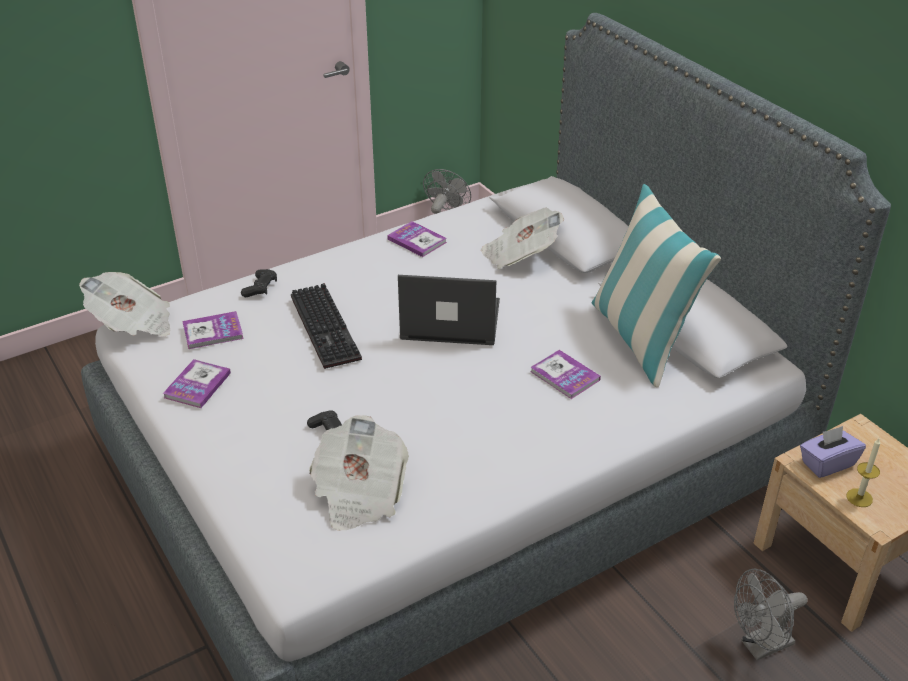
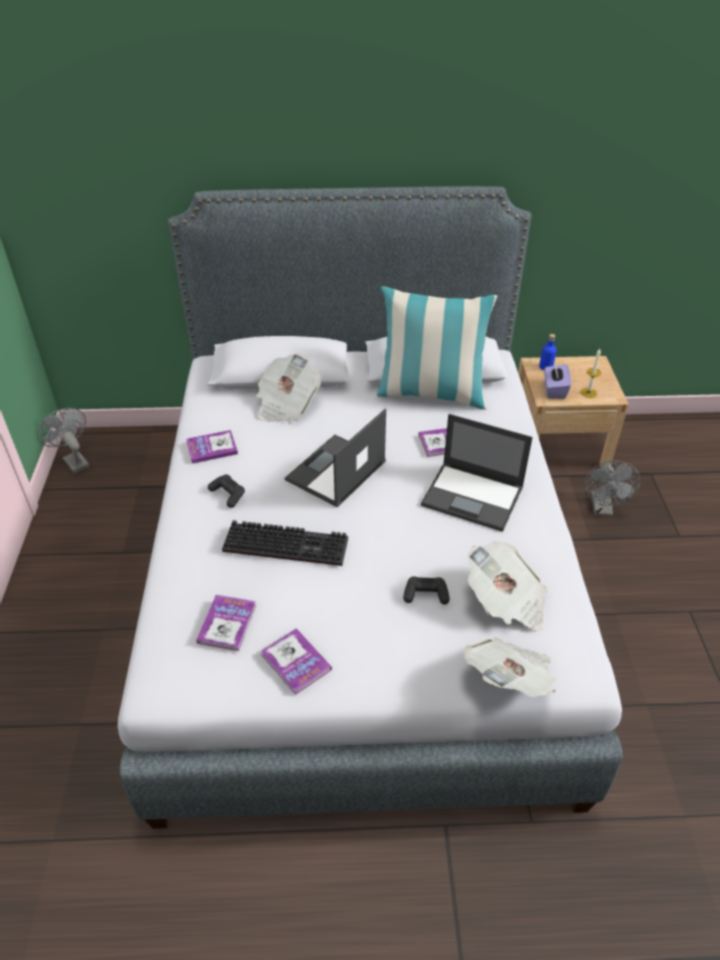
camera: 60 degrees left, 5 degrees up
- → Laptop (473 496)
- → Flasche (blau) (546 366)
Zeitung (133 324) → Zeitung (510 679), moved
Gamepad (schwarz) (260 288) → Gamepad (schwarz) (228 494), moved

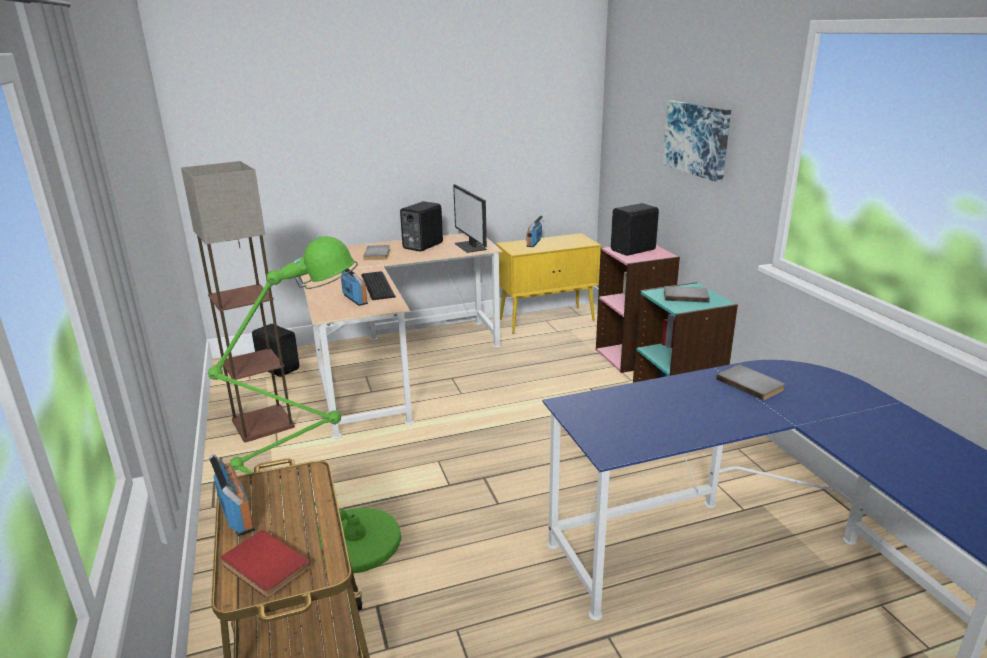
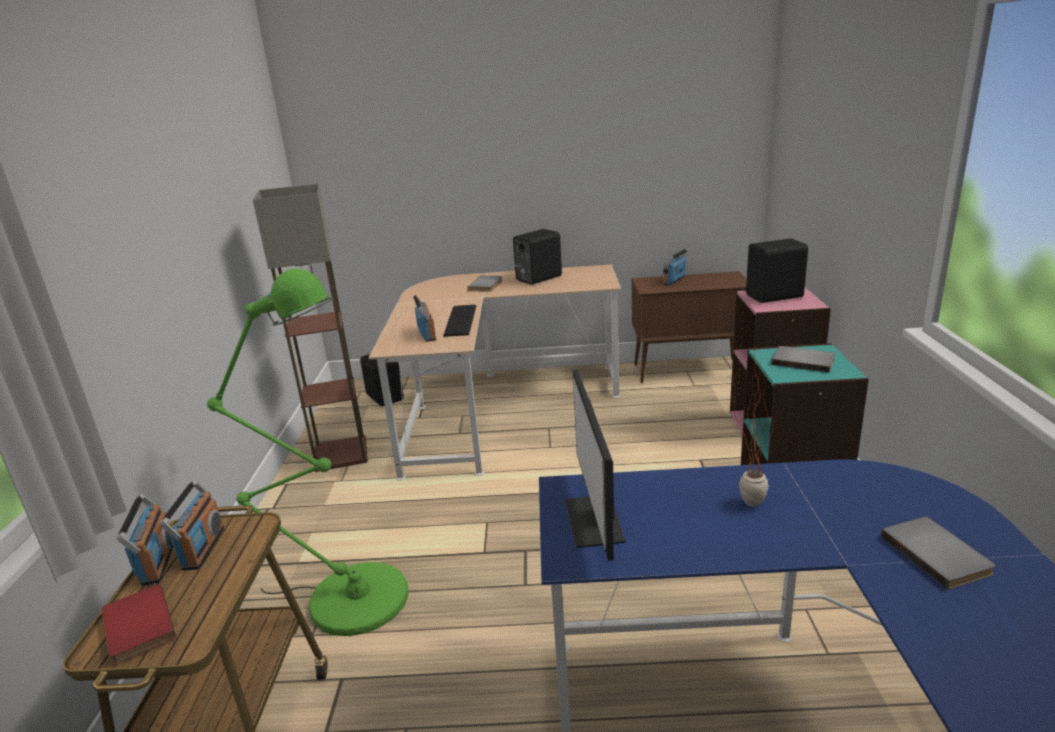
camera: 20 degrees right, 0 degrees up
Bild (697 139) → -
- → Radio (202 548)
- → Topfpflanze (746 499)
Monitor (471 246) → Monitor (595 521), moved
Buch (grau) (751 384) → Buch (grau) (938 554), moved
Schrank (gelb) (547 320) → Schrank (braun) (689 370)

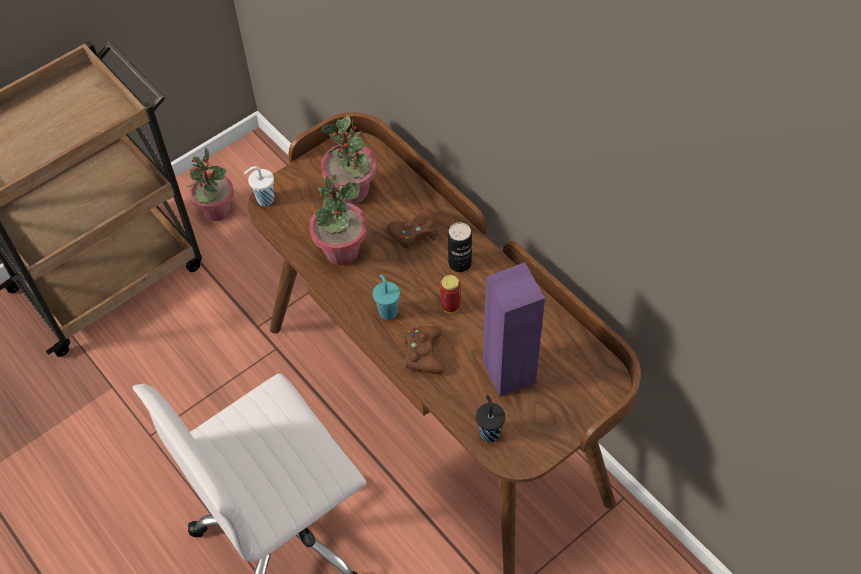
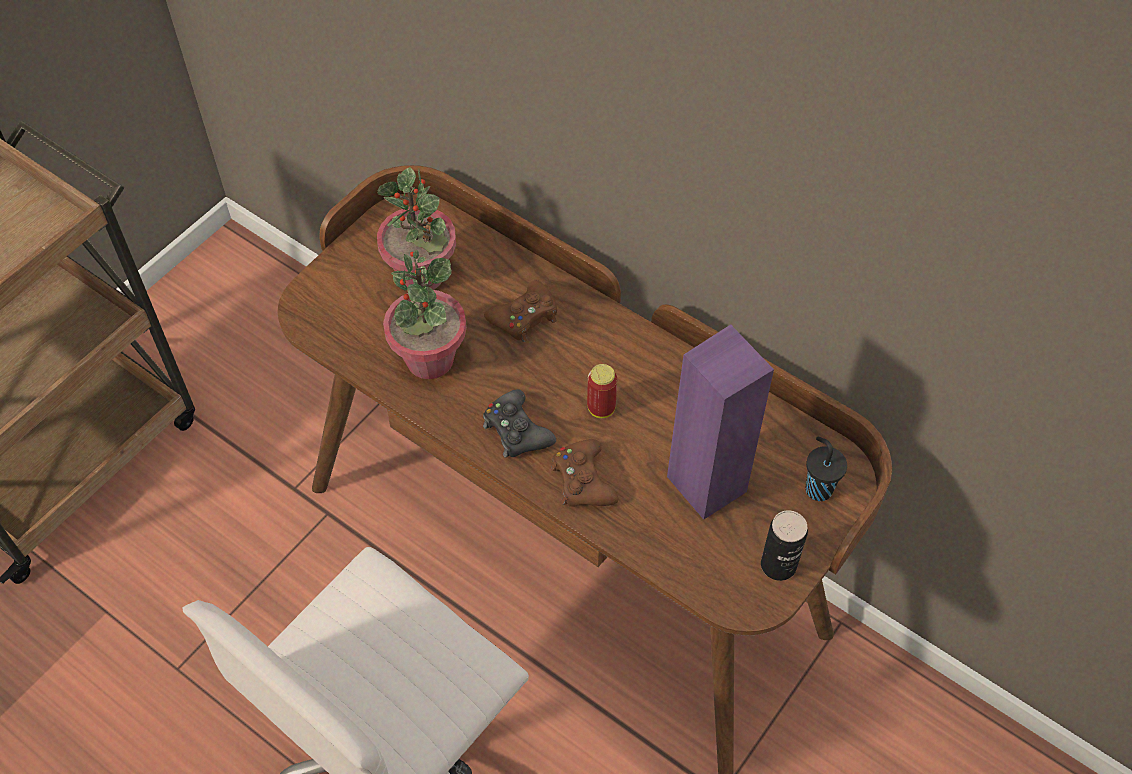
camera: 15 degrees left, 0 degrees up
Topfpflanze (217 211) → -
Tasse (weiß) (264 199) → -
Dose (460 263) → Dose (778 565), moved
Tasse (schwarz) (489 432) → Tasse (schwarz) (817 488), moved
Tasse (türkis) (387 311) → Gamepad (schwarz) (516 431)

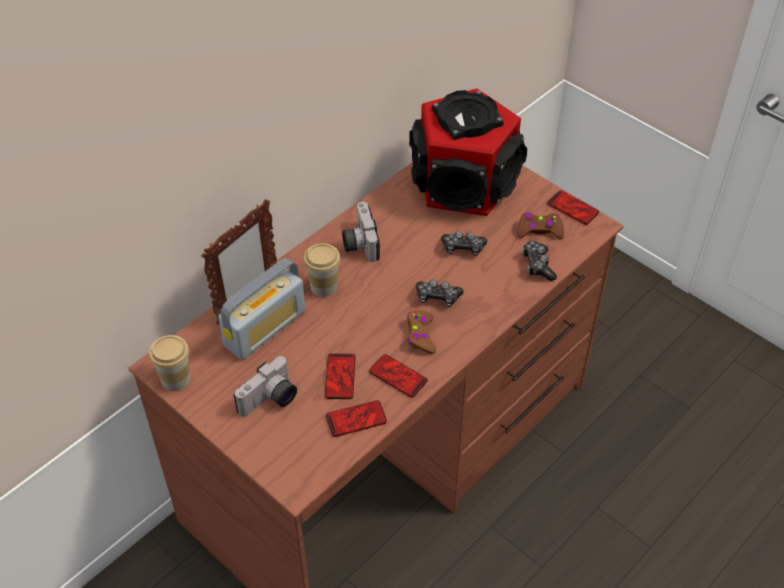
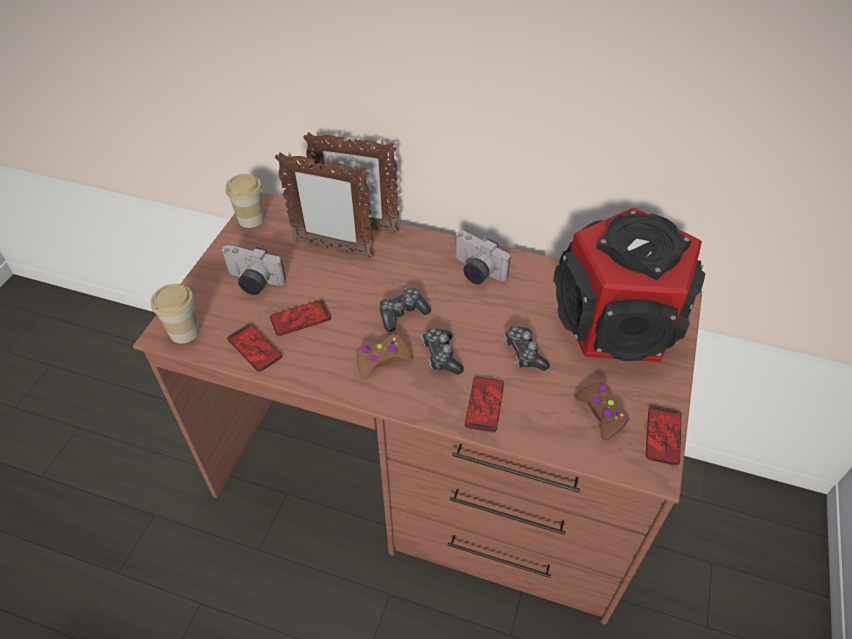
camera: 65 degrees right, 0 degrees up
Tasse (324 286) → Tasse (184 331), moved
Handy (398 376) → Handy (484 404), moved
Gamepad (537 265) → Gamepad (402 314), moved
Radio (265 328) → Bilderrahmen (332 249)
Kamera (359 242) → Kamera (475 271), 105 degrees counterclockwise

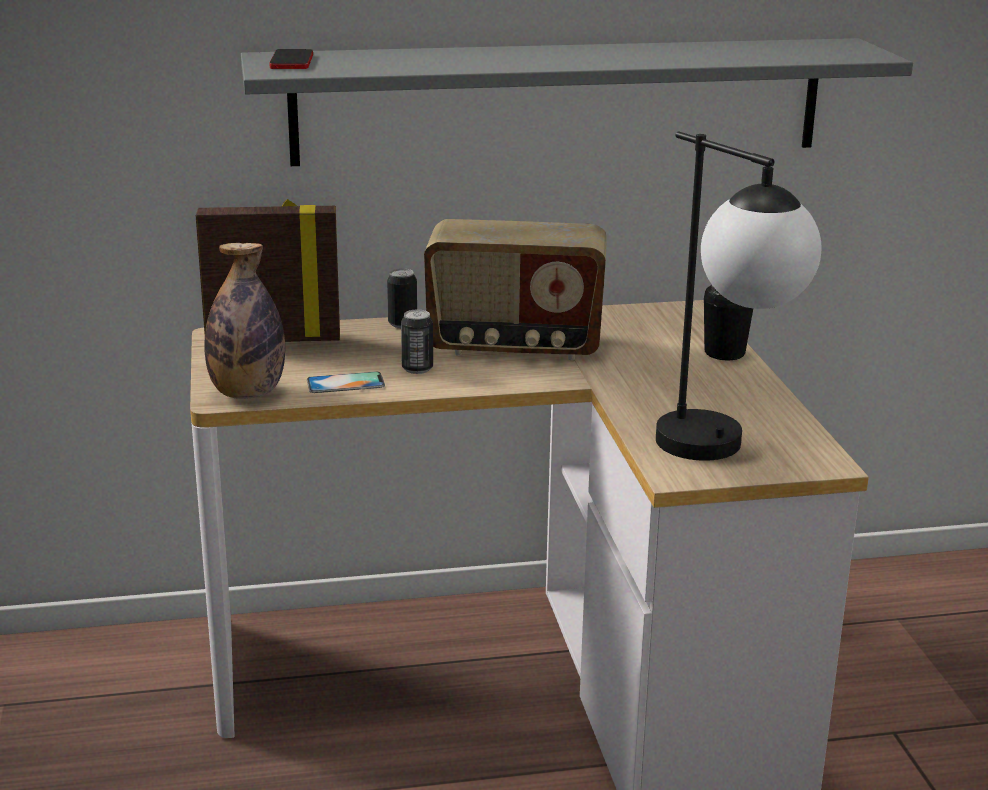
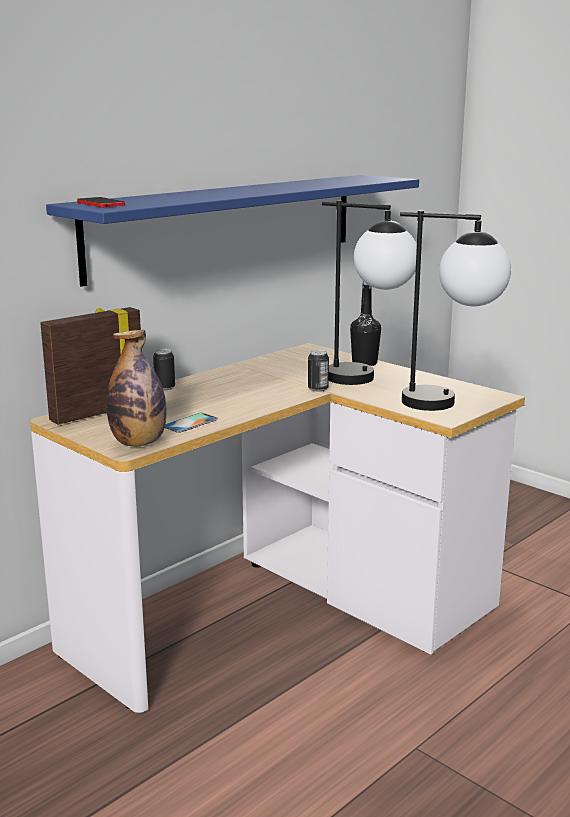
camera: 35 degrees left, 5 degrees down
Radio (515 346) → -
- → Tischlampe (368 380)
Dose (417 369) → Dose (318 389), moved
Wandregal (grau) (559 101) → Wandregal (blau) (228 224)

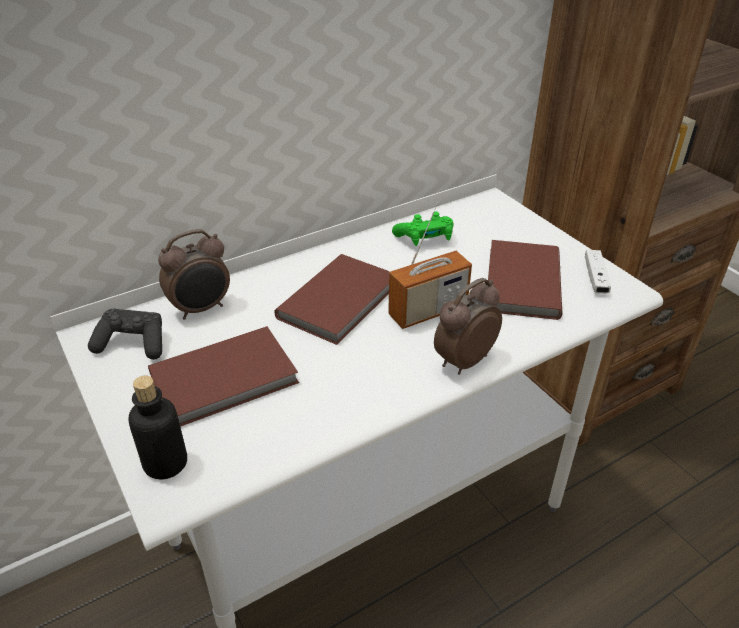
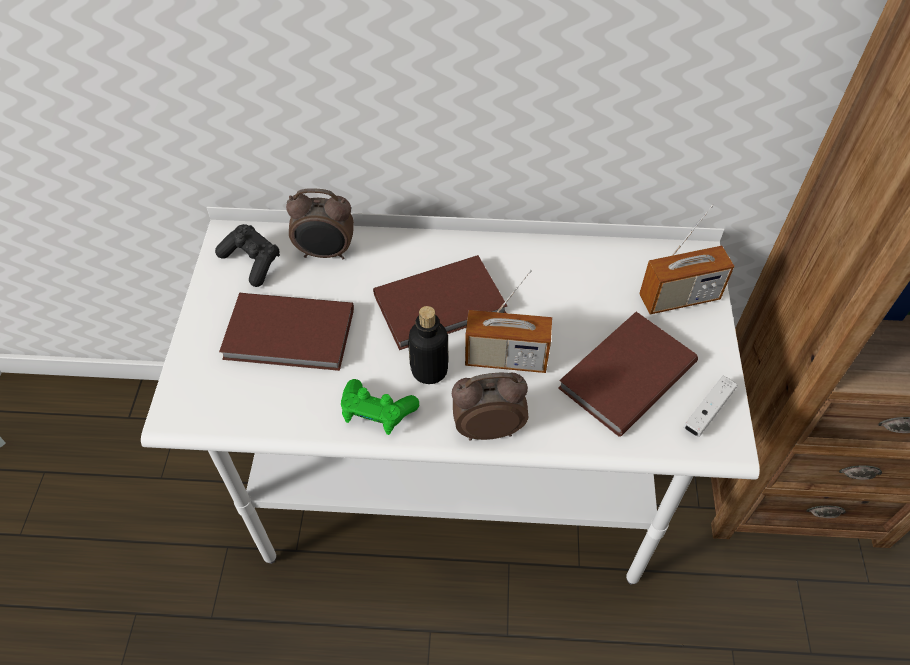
camera: 35 degrees right, 15 degrees up
- → Radio (679 298)
Flasche (165 463) → Flasche (429 370), moved
Gamepad (grün) (425 239) → Gamepad (grün) (377 413), moved

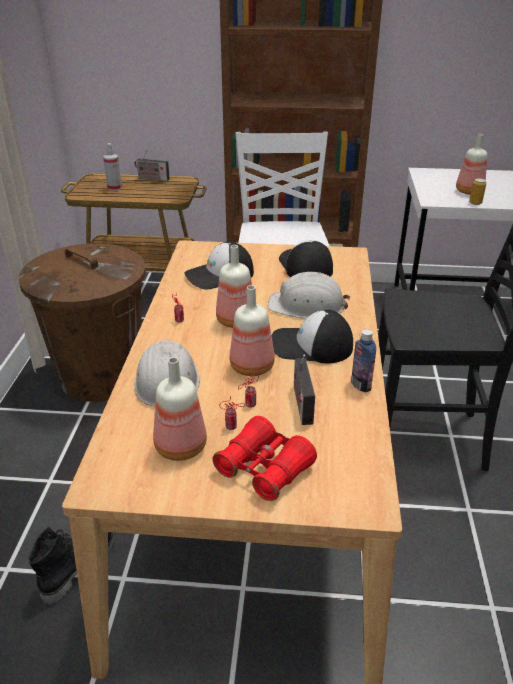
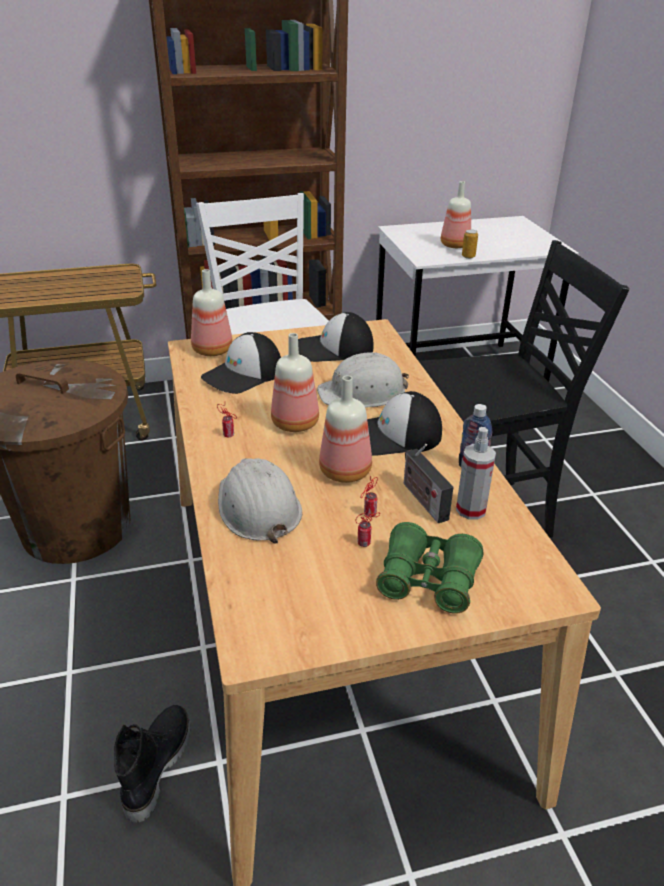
camera: 20 degrees left, 0 degrees up
Radio (152 179) → -
Sprühflasche (114 188) → Sprühflasche (471 510), moved
Flasche (181 448) → Flasche (213 351), moved
Fernglas (rot) (264 468) → Fernglas (grün) (428 580)
Kappe (305 266) → Kappe (333 349), 60 degrees counterclockwise

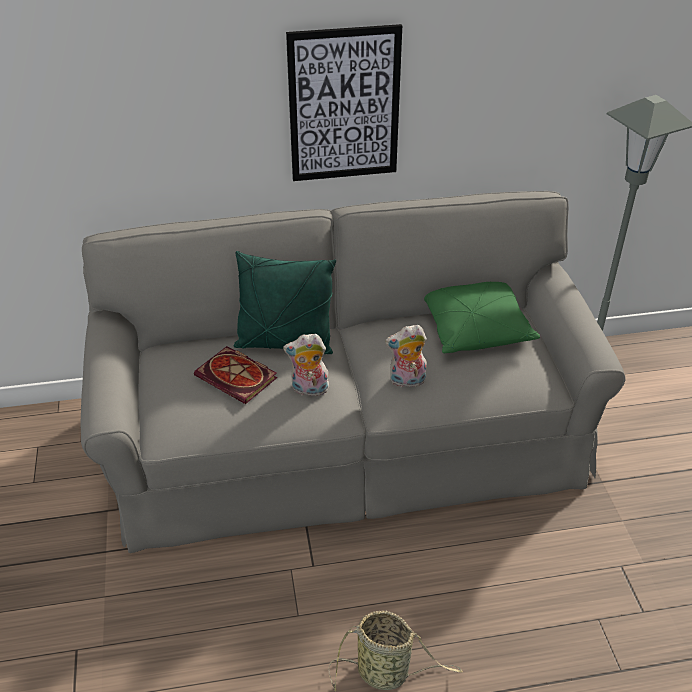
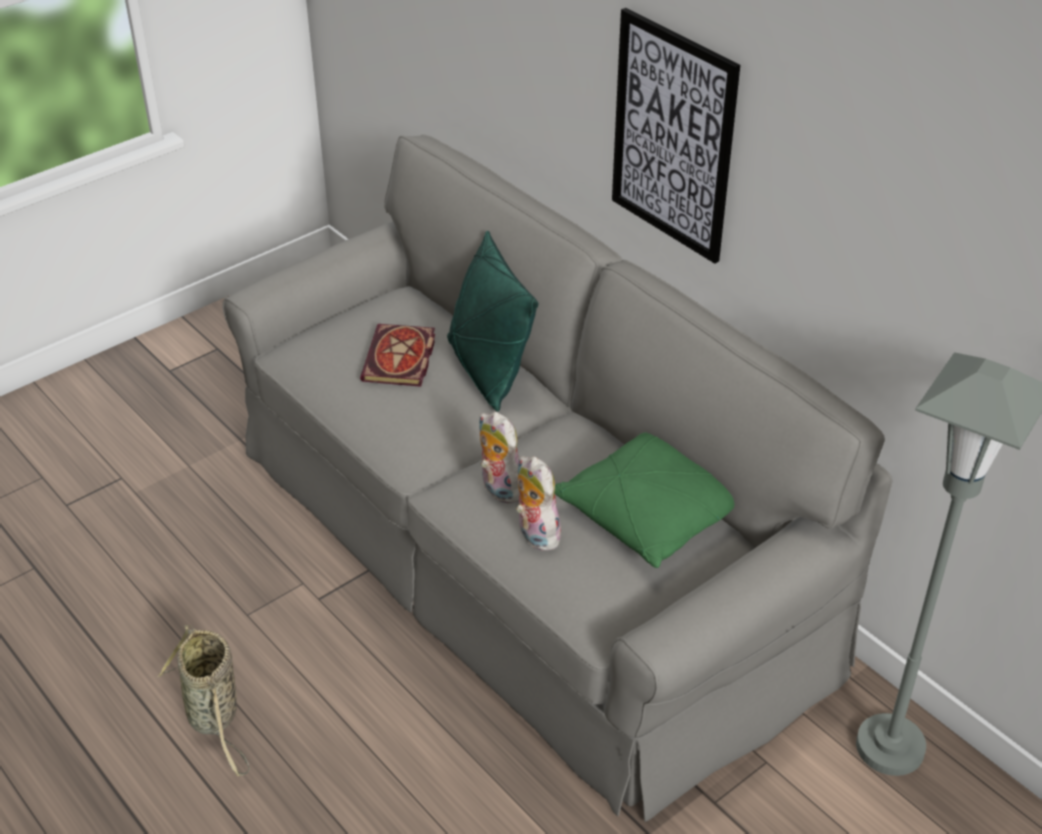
camera: 60 degrees right, 0 degrees up
Plüschtier (309 390) → Plüschtier (535 534), moved

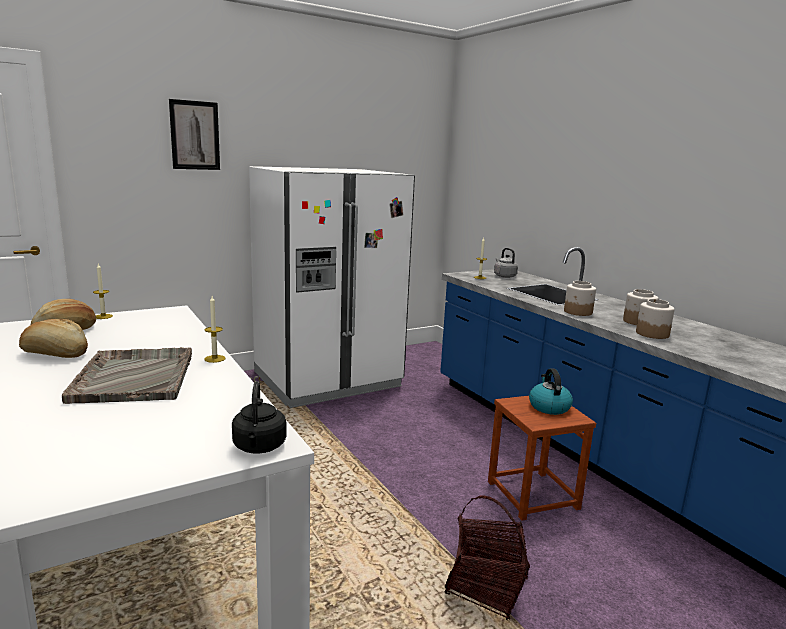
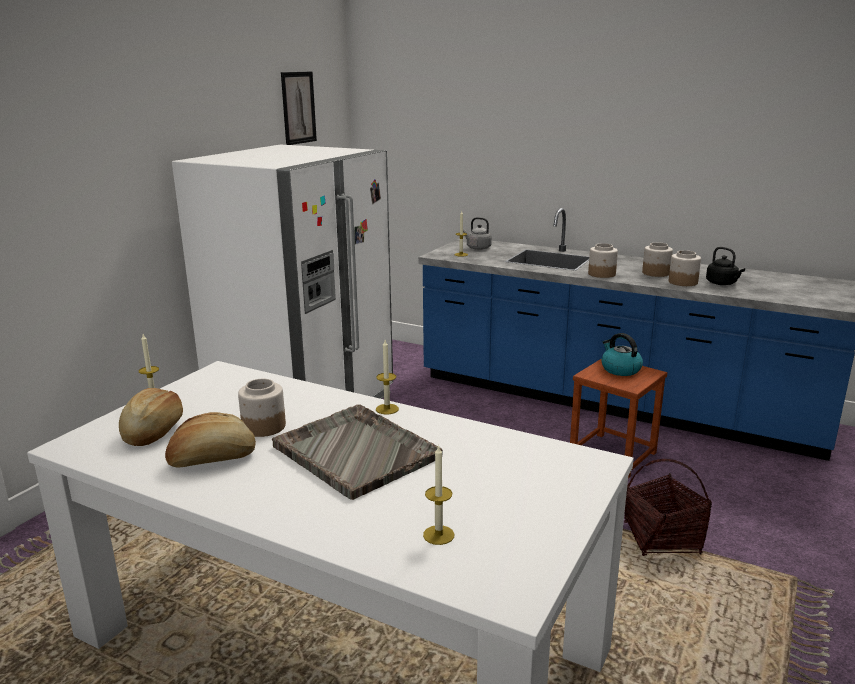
camera: 30 degrees left, 5 degrees up
- → Vorratsglas (263 427)
- → Kerze (438 535)
Bild (195 135) → Bild (298 108), moved
Wasserkessel (schwarz) (259 447) → Wasserkessel (schwarz) (722 283), moved

